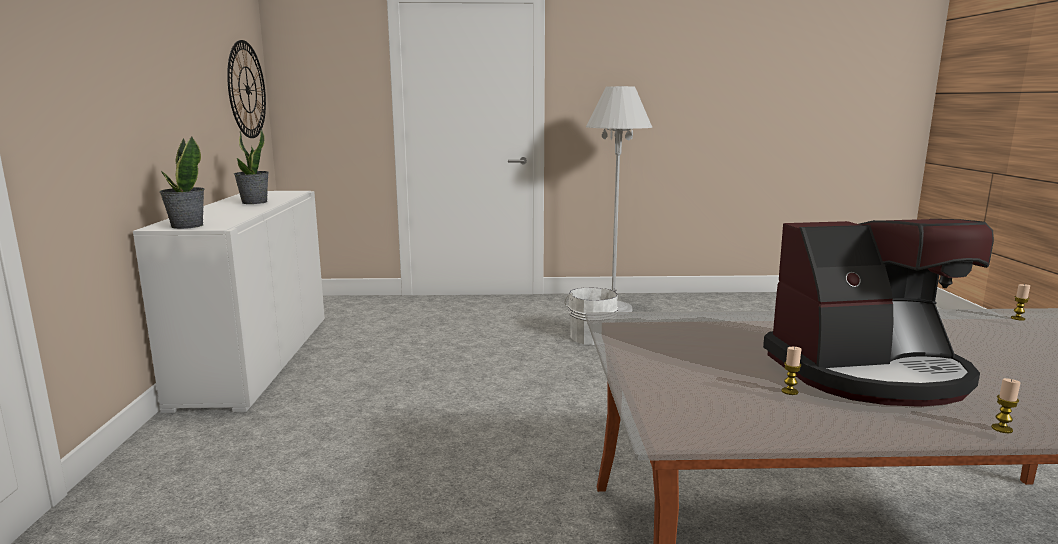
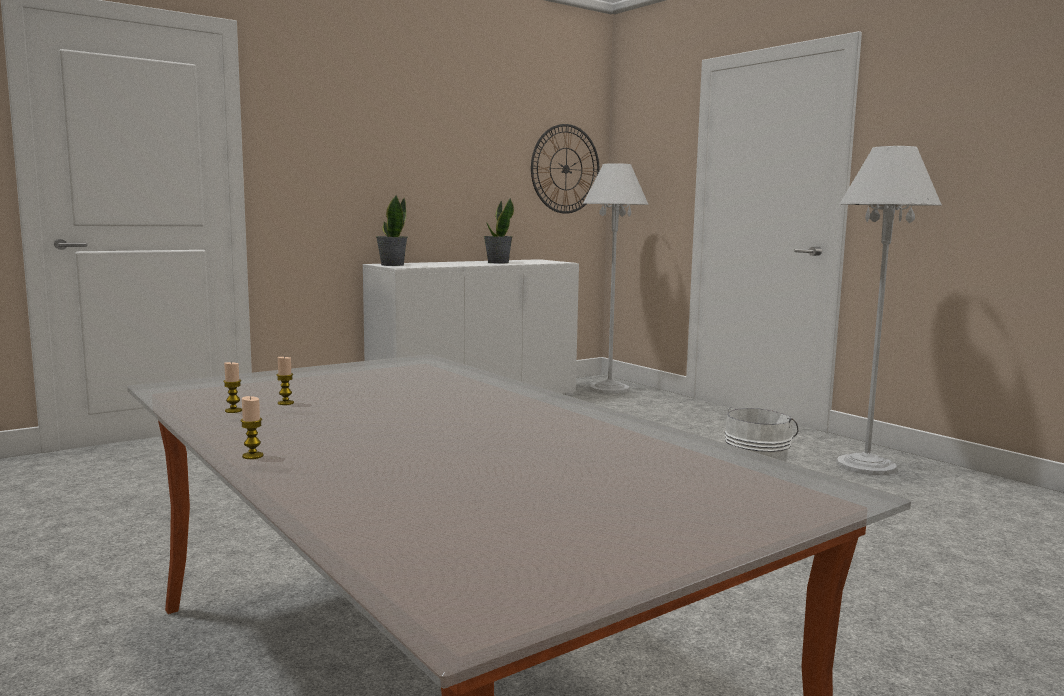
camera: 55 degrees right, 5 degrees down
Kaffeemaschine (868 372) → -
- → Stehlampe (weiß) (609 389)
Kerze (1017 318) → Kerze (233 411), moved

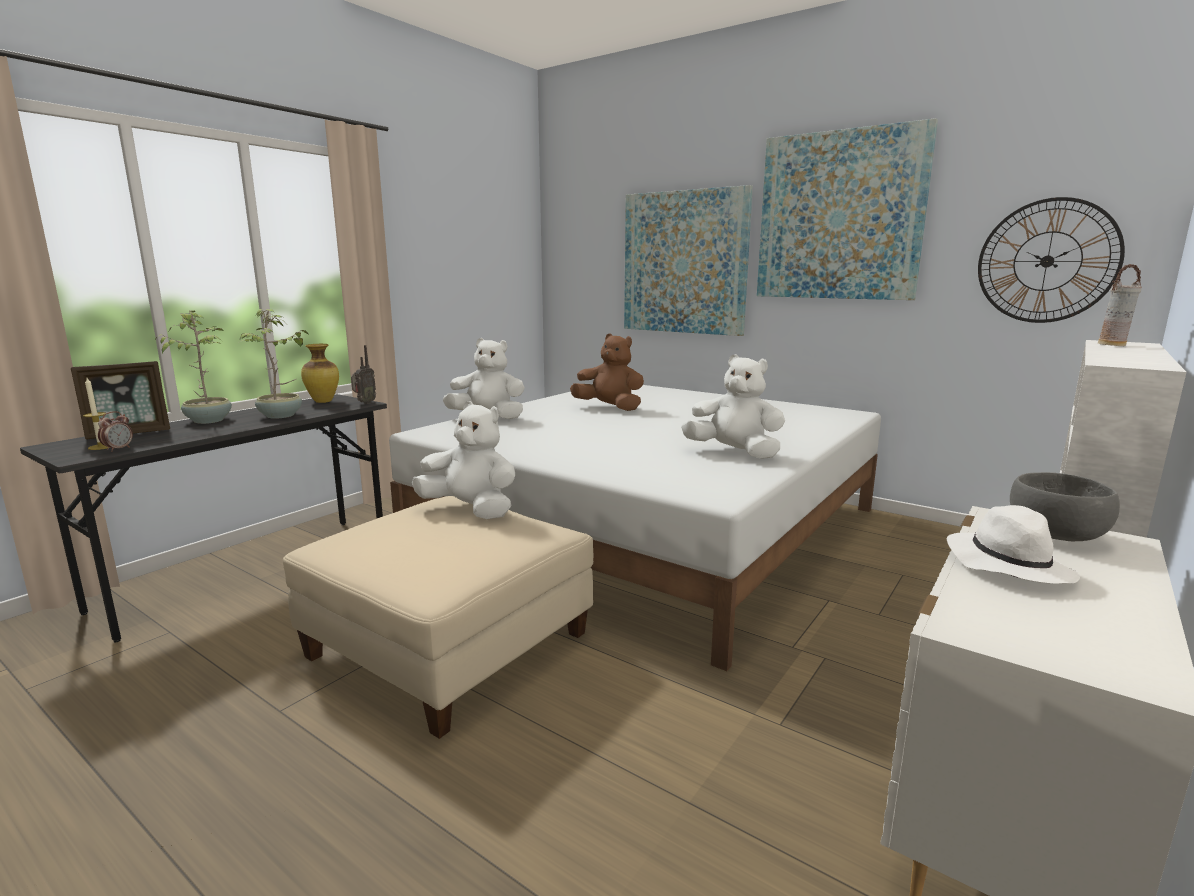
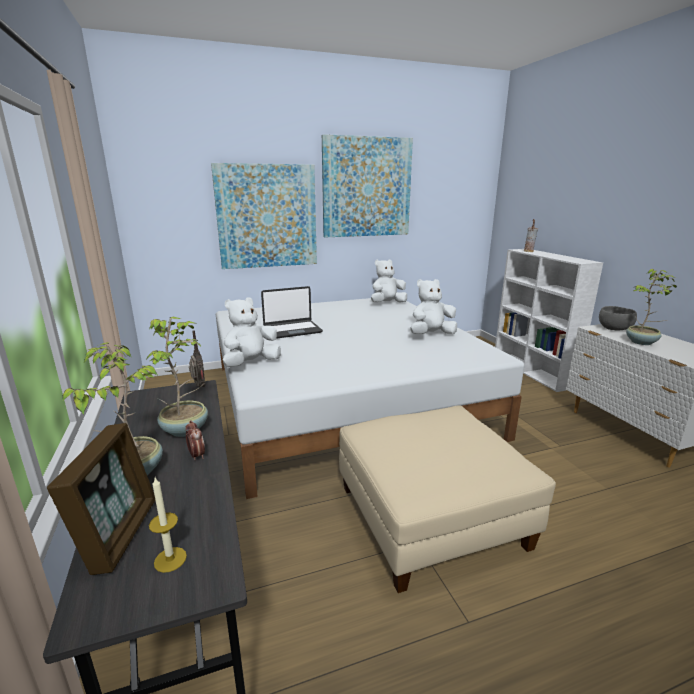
camera: 55 degrees left, 5 degrees up
Vase (323 402) → -
Wanduhr (1047 261) → -
Wecker (118 449) → Wecker (196 455), moved
Plüschtier (weiß) (470 510) → Plüschtier (weiß) (387 303), moved
Plüschtier (braun) (610 408) → Laptop (292 330)
Hut (weiß) (1007 564) → Topfpflanze (642 342)

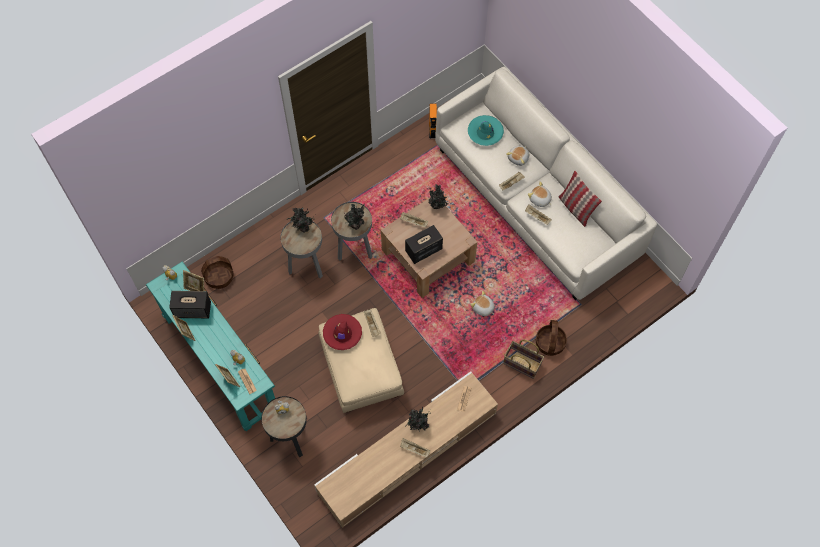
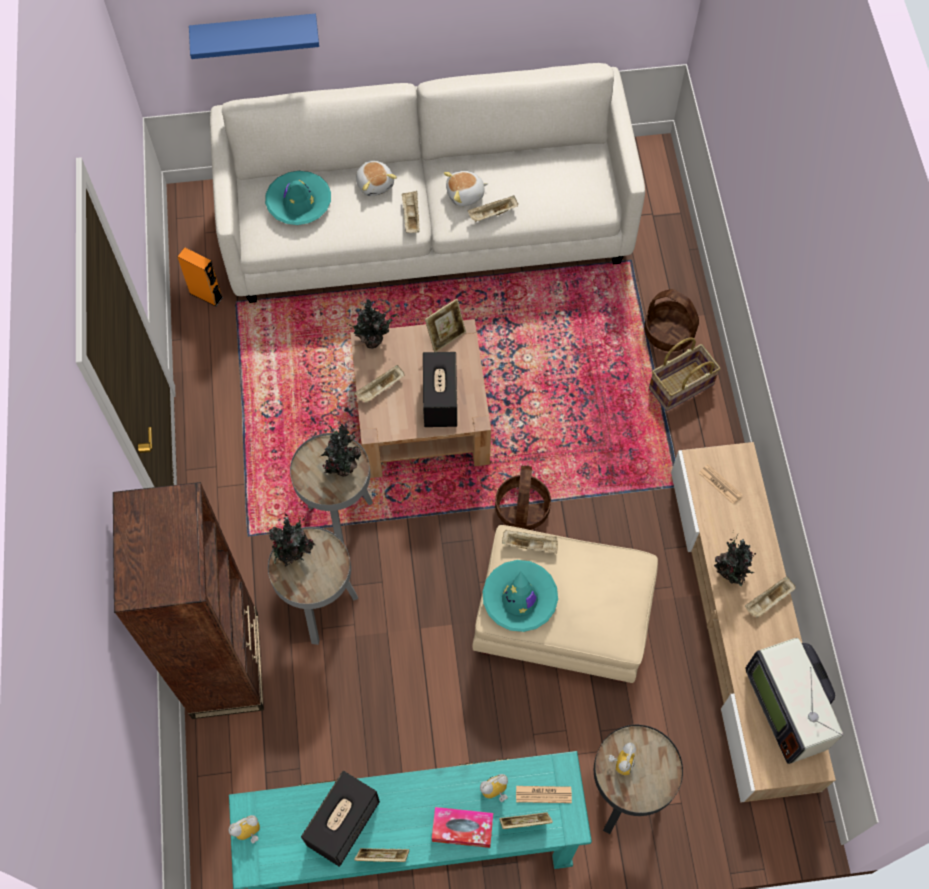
camera: 60 degrees left, 0 degrees up
Plüschtier (483 308) → -
Kissen (576 209) → -
- → Bücherregal (braun) (226 664)
- → Wandregal (blau) (255 34)
- → Taschentuchbox (462 829)
- → Fernseher (788 707)
Bilderrahmen (196 288) → Bilderrahmen (446 337), moved
Korb (219 276) → Korb (522 508), moved
Hut (rot) (342 334) → Hut (türkis) (520 599)

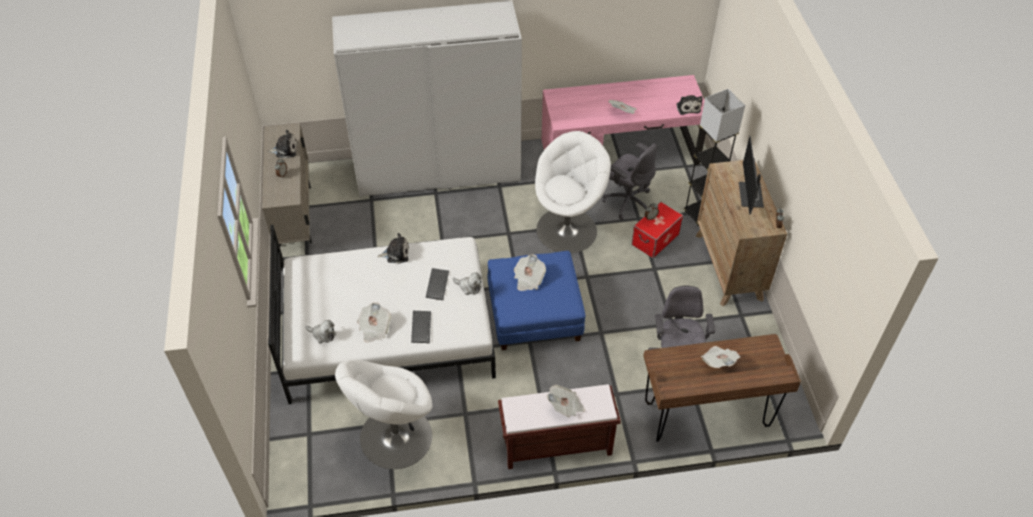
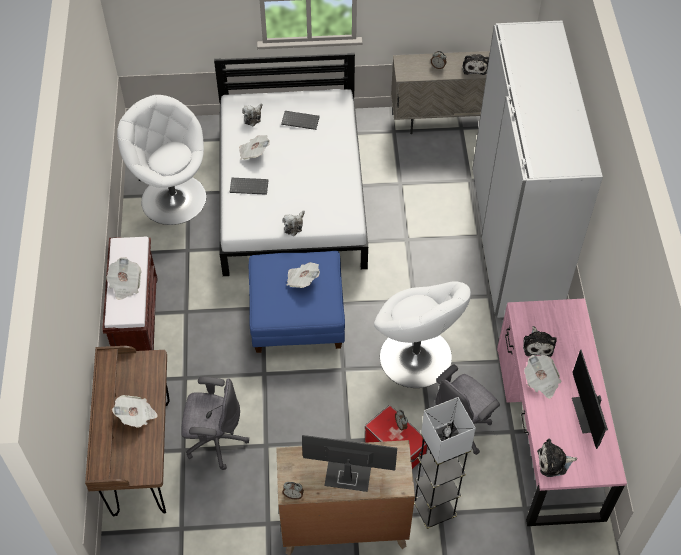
camera: 95 degrees right, 5 degrees up
- → Monitor (589 415)
Plüschtier (396 253) → Plüschtier (538 344), moved
Tastatur (436 284) → Tastatur (301 120), moved

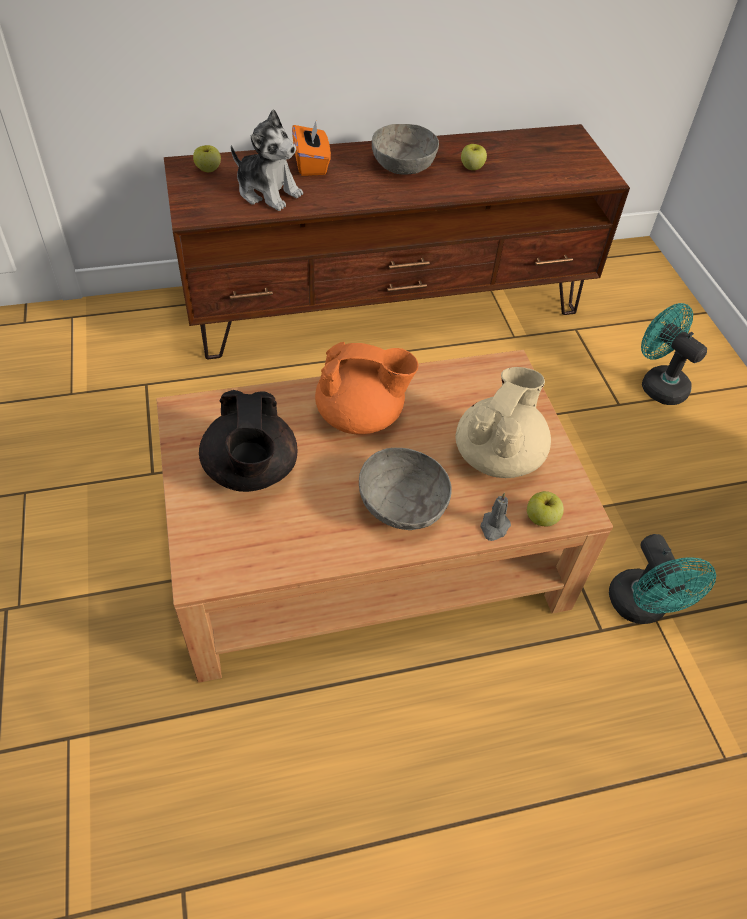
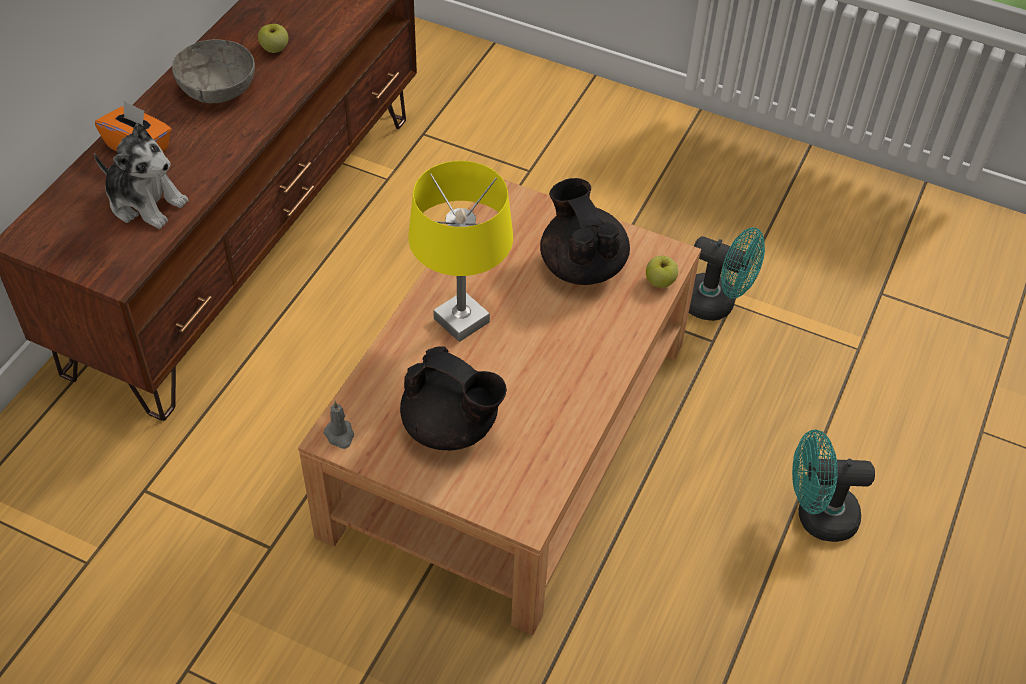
camera: 50 degrees left, 0 degrees up
Apfel (208 170) → -
Schüssel (grau) (402 505) → -
Kerze (grau) (494 527) → Kerze (grau) (340 435), moved
Ventilator (türkis) (657 384) → Ventilator (türkis) (817 516), moved
Teekanne (orange) (361 416) → Tischlampe (gelb) (462 321)
Teekanne (beige) (498 455) → Teekanne (schwarz) (582 265)
Plüschtier (268 192) → Plüschtier (145 202), 45 degrees clockwise

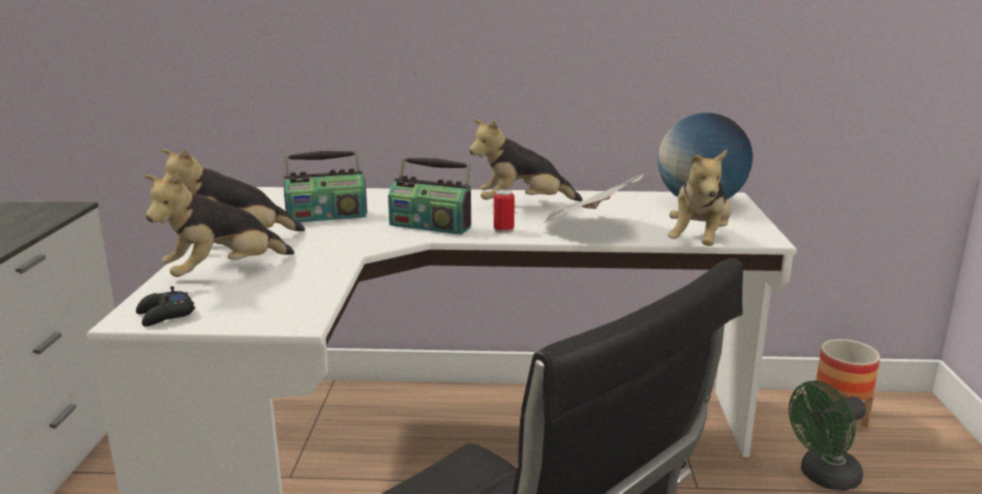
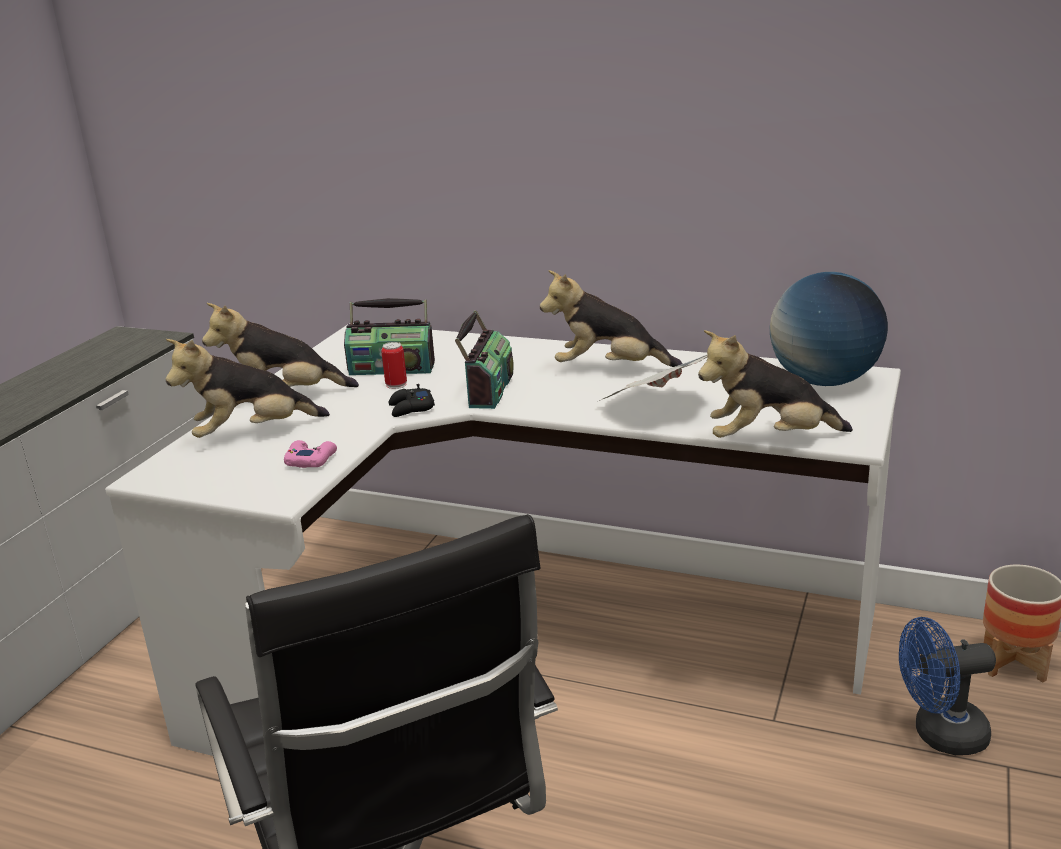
camera: 20 degrees right, 5 degrees up
- → Gamepad (rosa) (310 460)
Gamepad (schwarz) (165 315) → Gamepad (schwarz) (411 408), moved
Dose (503 230) → Dose (396 384), moved
Ventilator (grün) (823 477) → Ventilator (blau) (939 735)
Radio (431 225) → Radio (488 390), 120 degrees counterclockwise
Plüschtier (699 242) → Plüschtier (769 440), 45 degrees clockwise

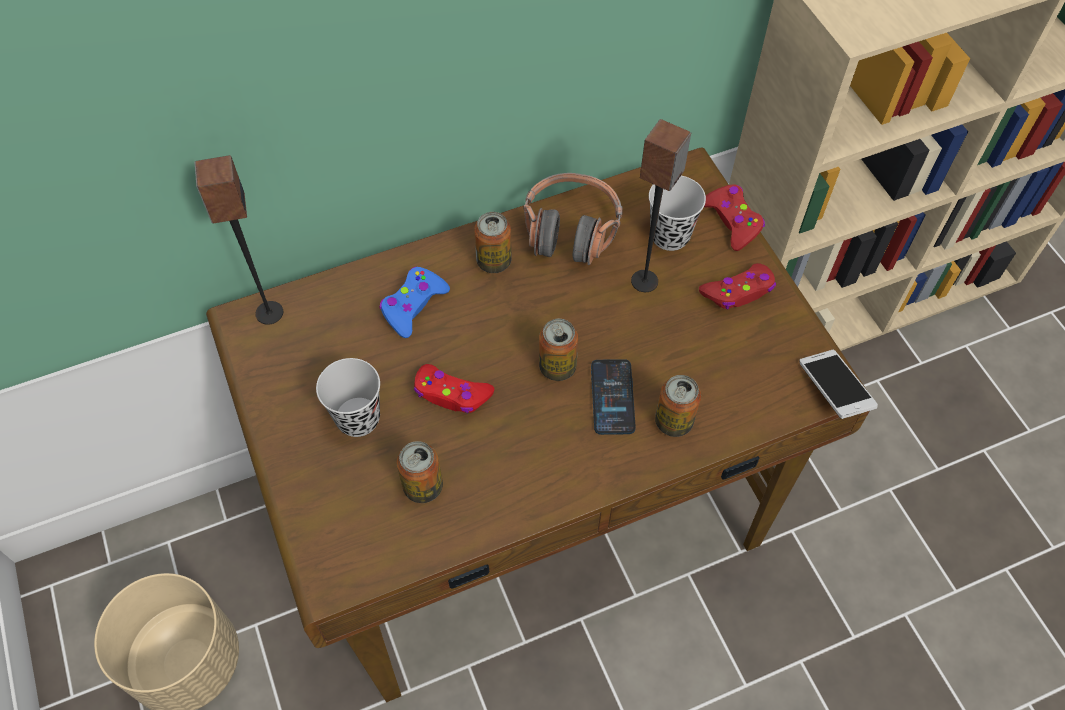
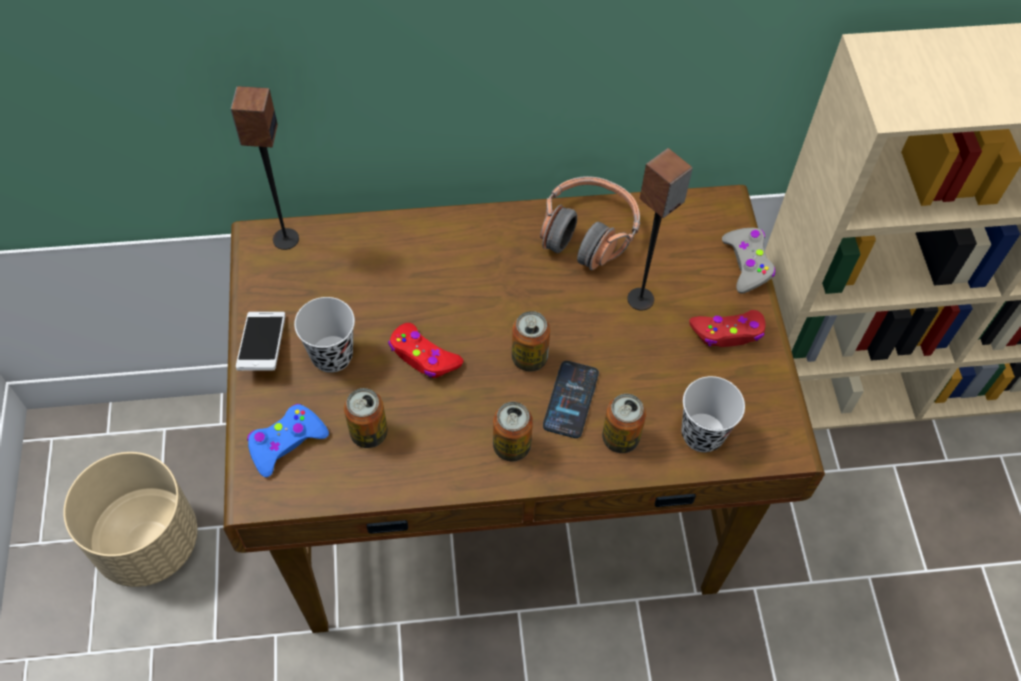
camera: 15 degrees right, 0 degrees up
Gamepad (blau) (413 306) → Gamepad (blau) (286 443), moved
Dose (494 261) → Dose (511 446), moved
Tasse (schwarz) (670 236) → Tasse (schwarz) (702 434), moved
Handy (833 390) → Handy (263 347), moved
Gamepad (rot) (732 221) → Gamepad (grau) (747 264)

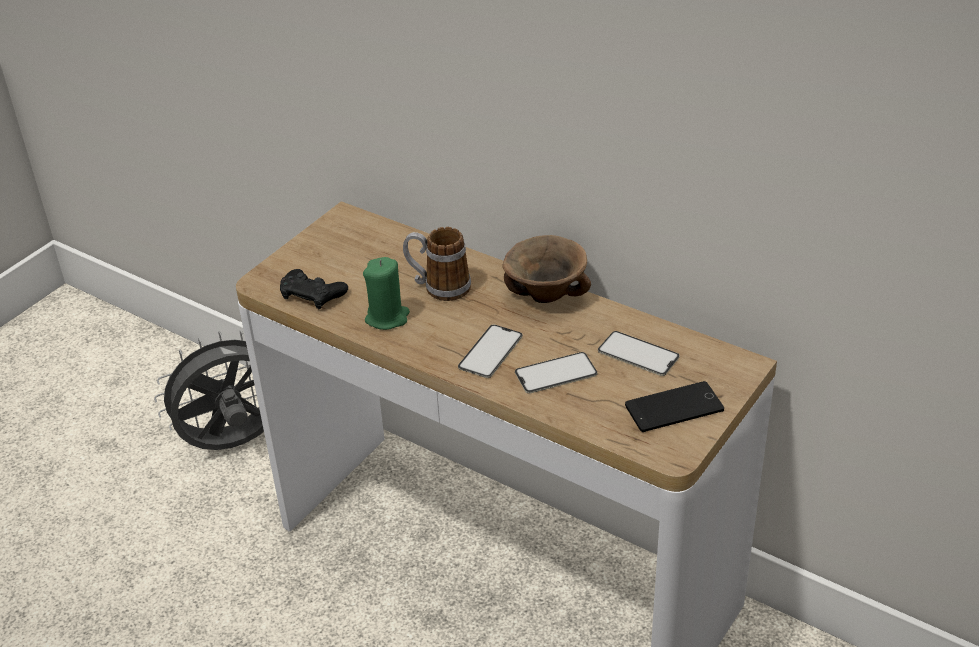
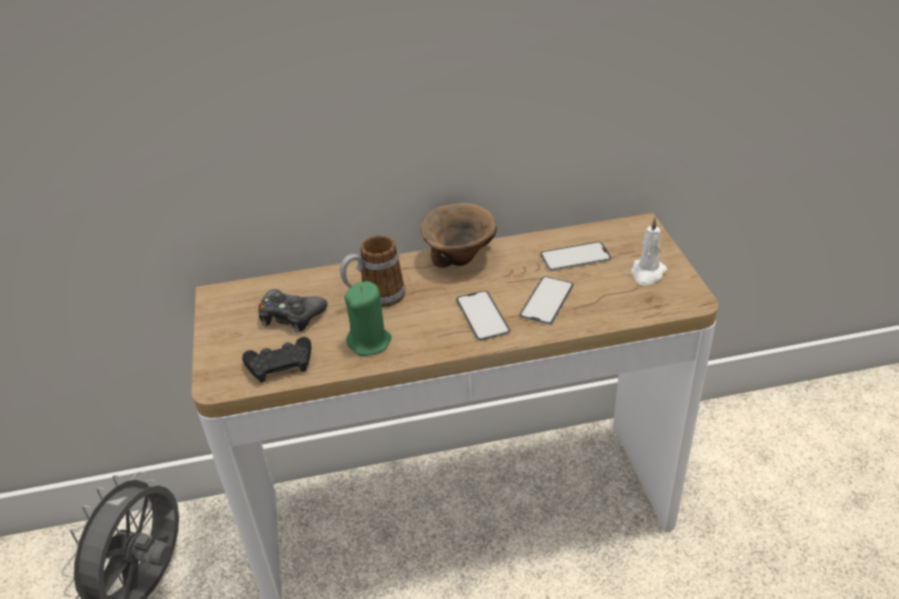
camera: 45 degrees left, 0 degrees up
- → Gamepad (schwarz) (291 316)
Handy (674 408) → Kerze (weiß) (647 273)

